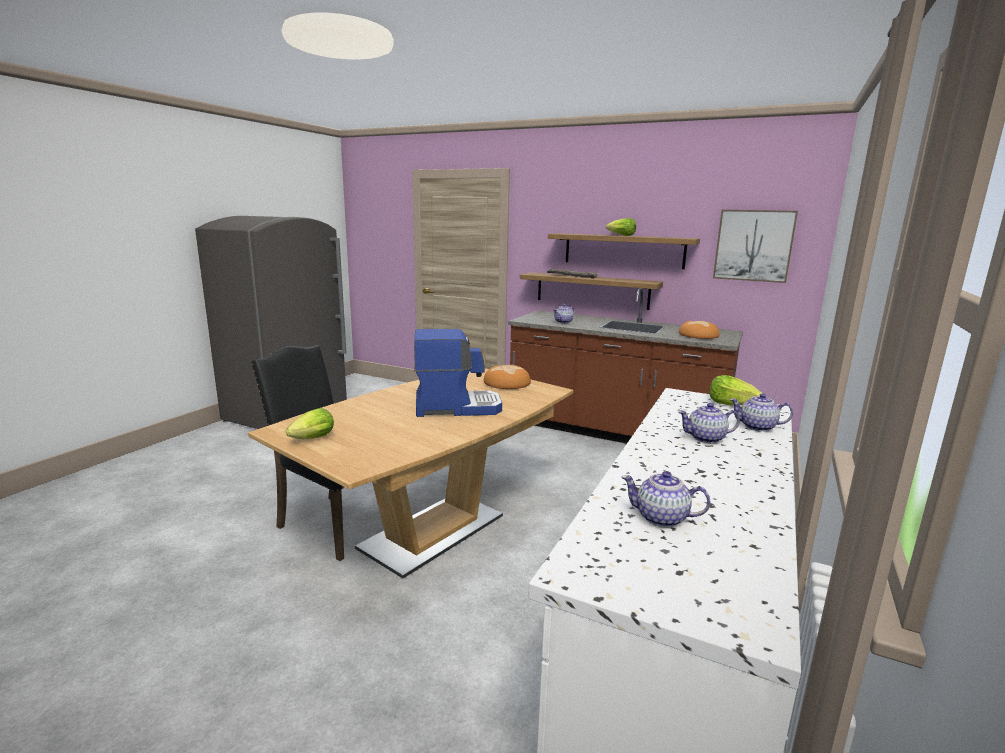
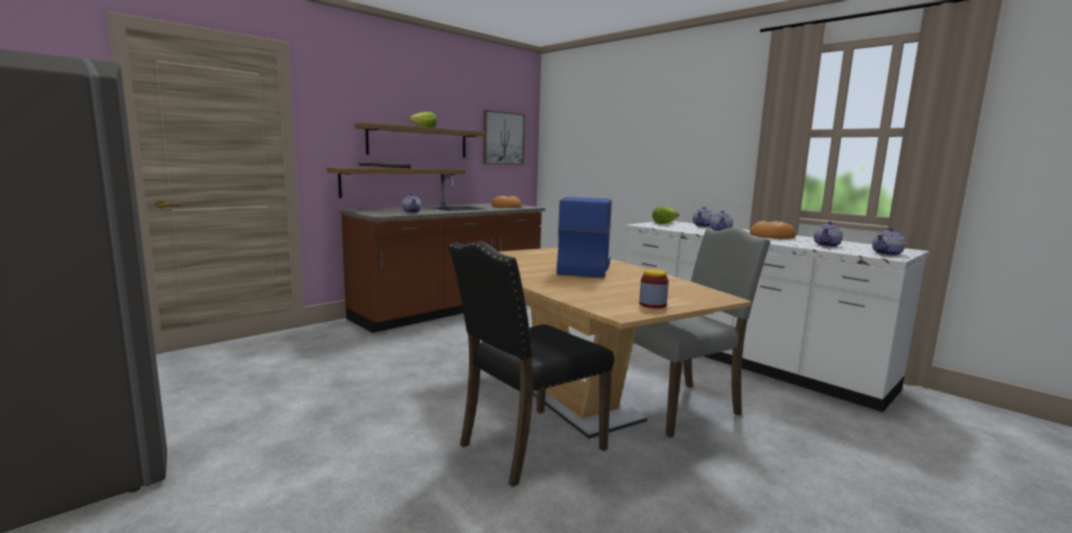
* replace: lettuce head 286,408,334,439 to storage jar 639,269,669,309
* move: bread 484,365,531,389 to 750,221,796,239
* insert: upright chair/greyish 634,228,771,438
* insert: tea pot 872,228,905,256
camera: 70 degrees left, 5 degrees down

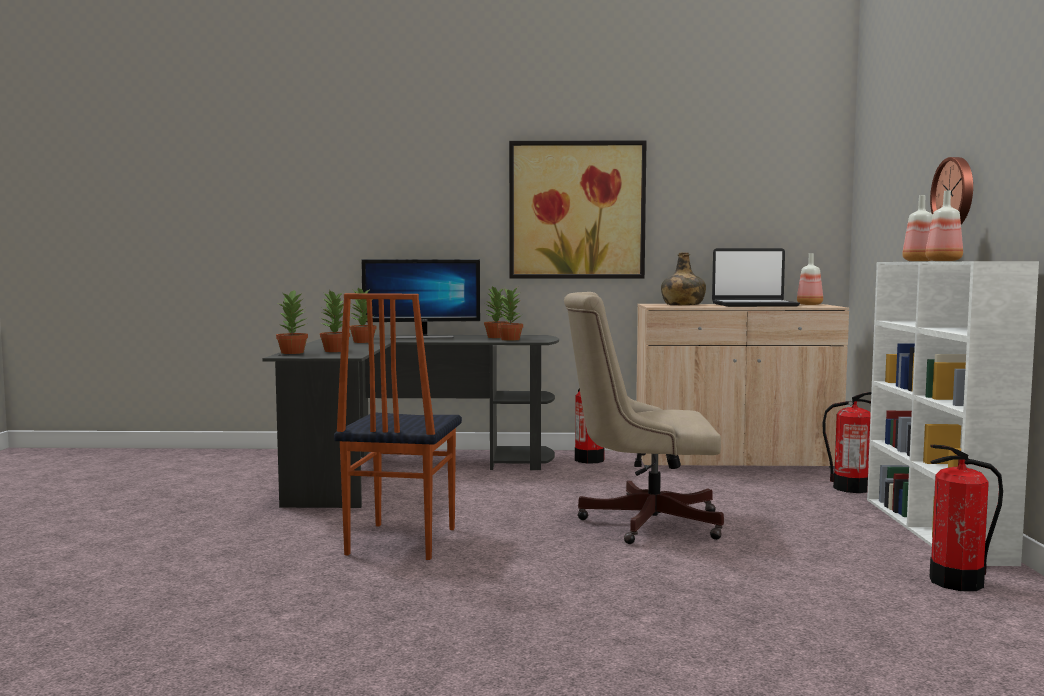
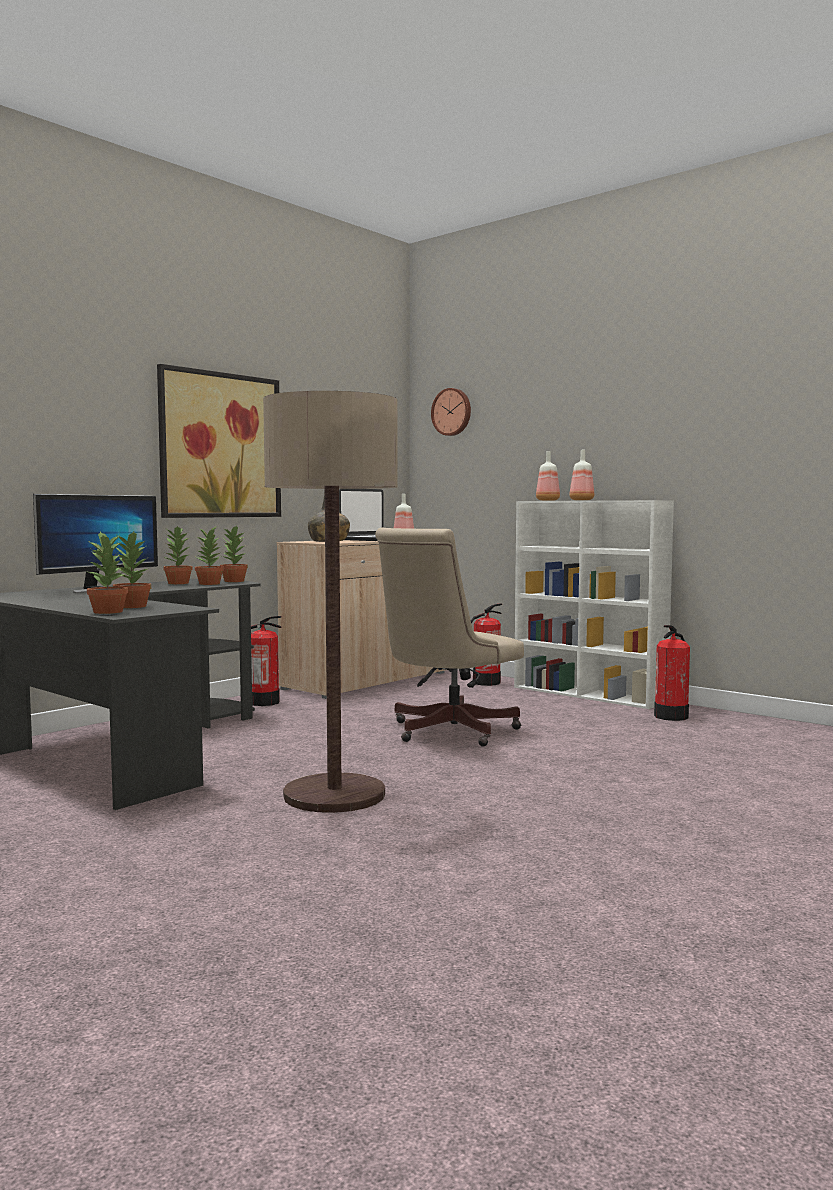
* replace: upright chair 334,293,462,560 to floor lamp 263,391,398,813
* move: houseplant 350,287,376,343 to 220,525,248,582
* move: clock on the wall 930,157,973,224 to 431,388,471,436
camera: 50 degrees left, 0 degrees up

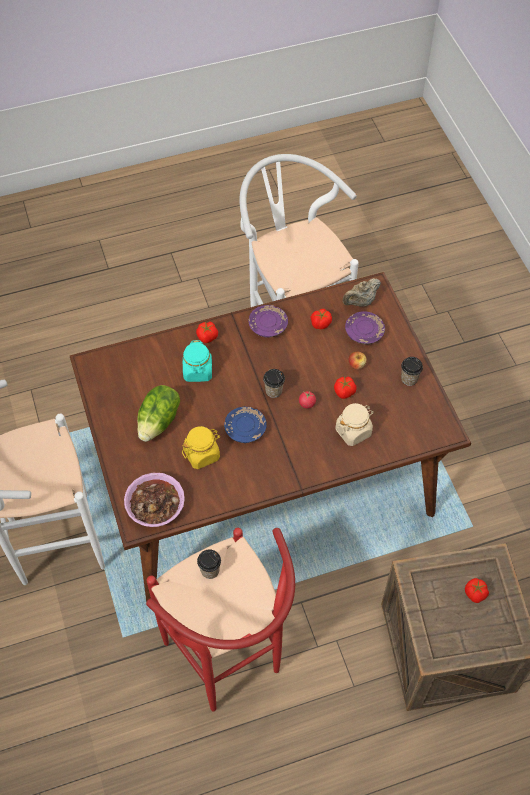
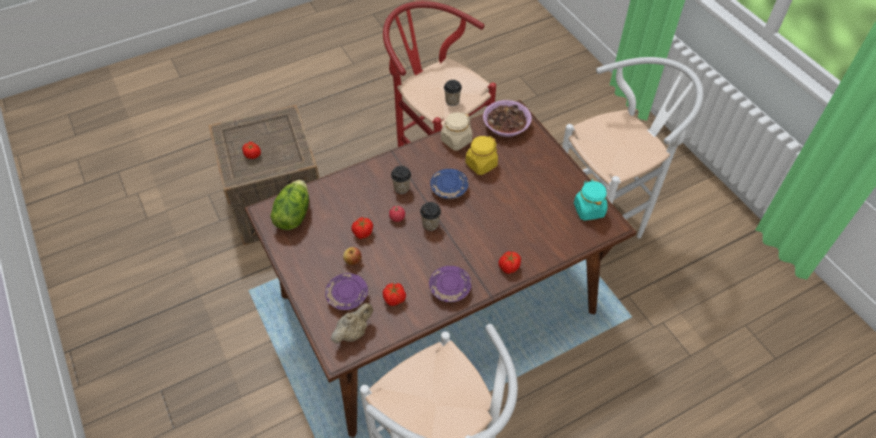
* move: lettuce head 137,385,180,442 to 270,180,309,230
* move: storage jar/turquoise 183,340,212,382 to 574,180,608,221
* move: storage jar/sand-coloured 335,403,374,446 to 441,112,472,151
* move: drinking cup 401,357,423,386 to 391,166,411,194
camera: 170 degrees right, 5 degrees down

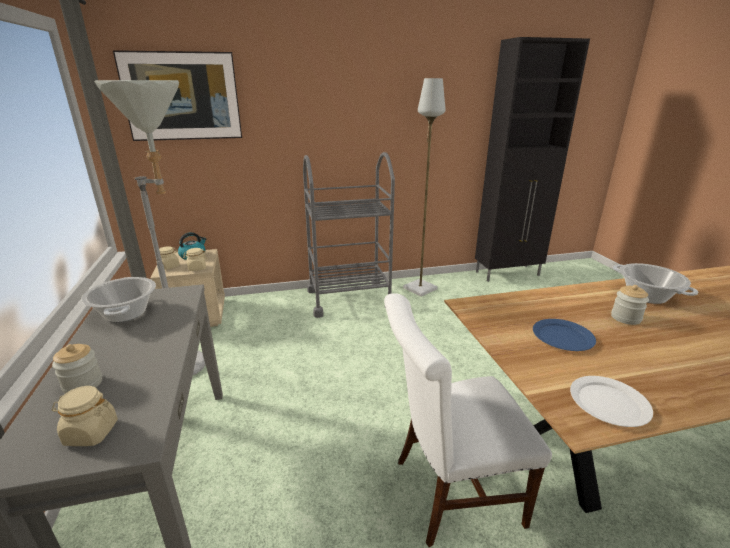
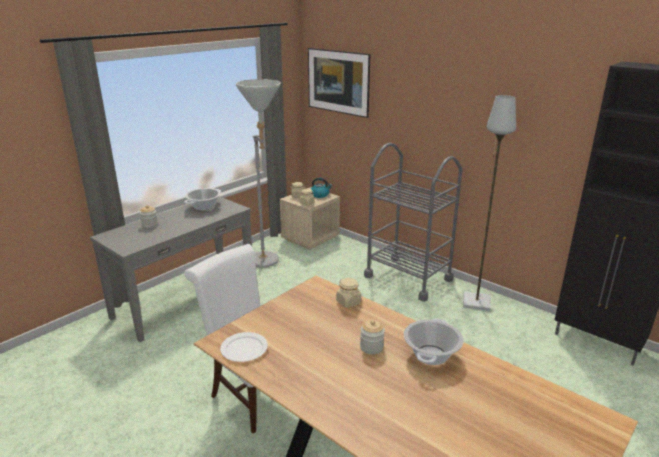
* move: storage jar/sand-coloured 52,386,118,446 to 336,278,361,308
* delete: flat dish/bluish 533,319,596,351
camera: 55 degrees right, 0 degrees up

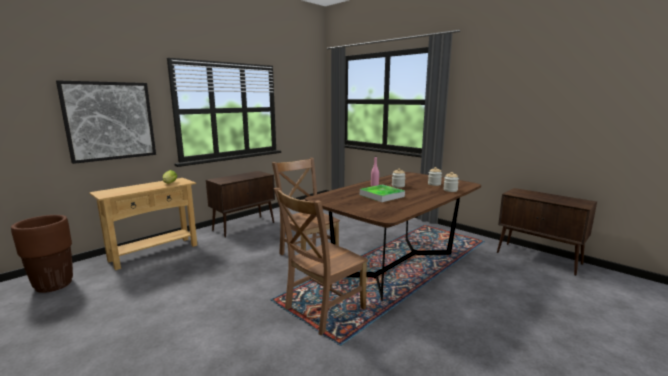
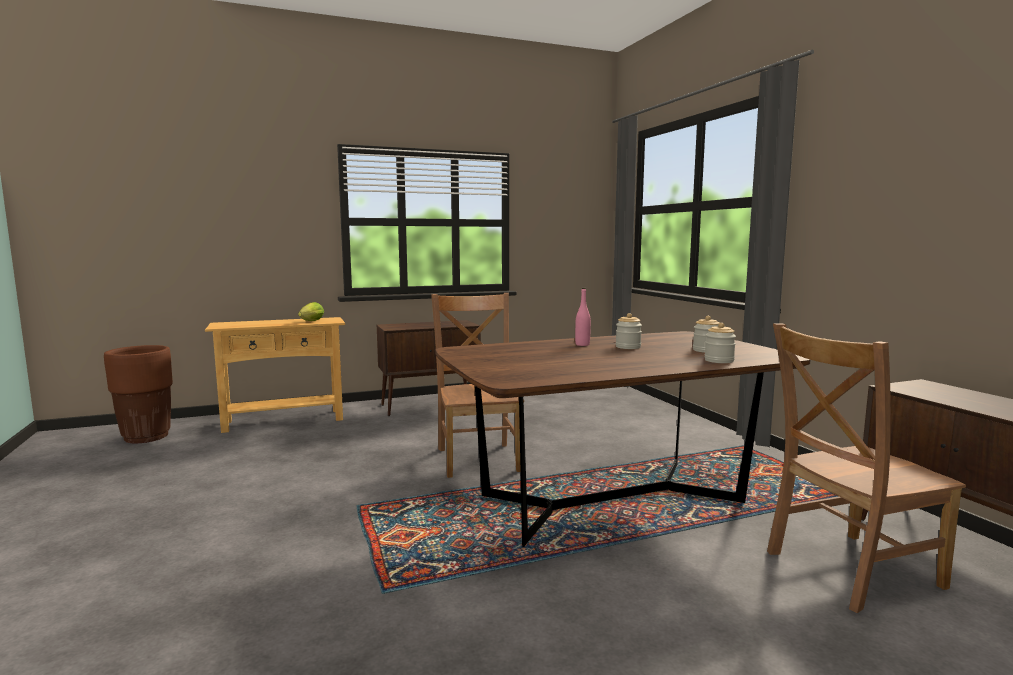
* delete: picture 56,80,156,164
* move: upright chair/brownish 274,188,368,336 to 767,323,966,613
* delete: serving tray 360,184,405,202
camera: 25 degrees right, 5 degrees down

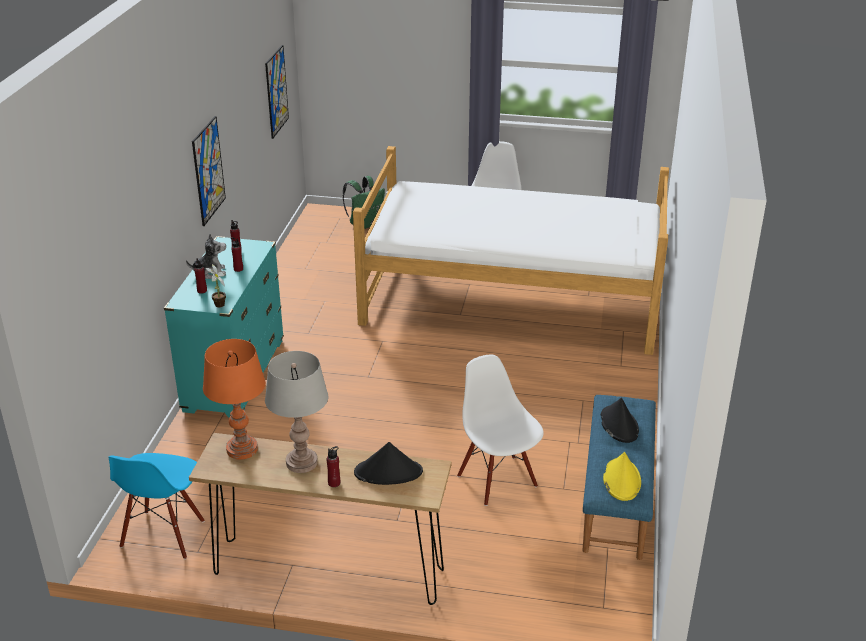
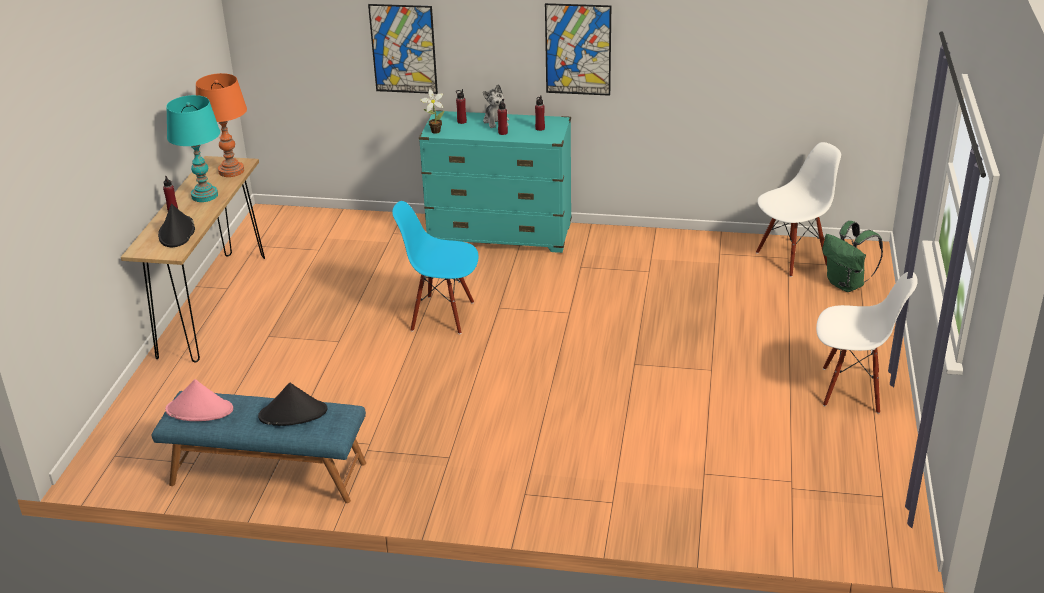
* move: upright chair/bluish 108,453,205,559 to 392,201,478,334
* move: picture 265,45,289,139 to 368,4,438,94
* recolor: lamp for a table/greyish 265,351,328,473 to lamp for a table/turquoise 166,95,220,202
* delete: bed 353,146,669,355
* move: upright chair/white-coloured 457,355,544,506 to 756,142,841,277
* recolor: clothing hat/yellow 603,452,641,501 to clothing hat/pinkish 165,379,233,421
camera: 90 degrees right, 0 degrees up

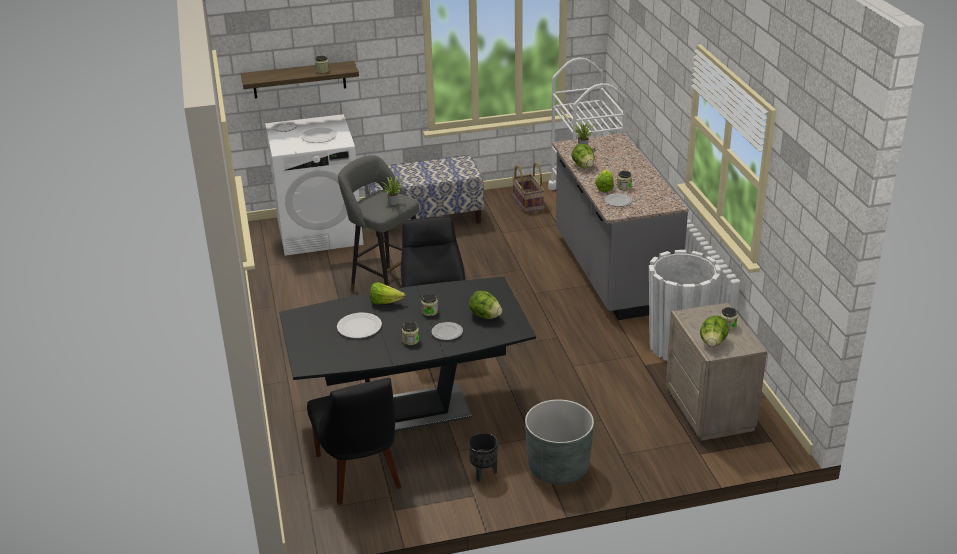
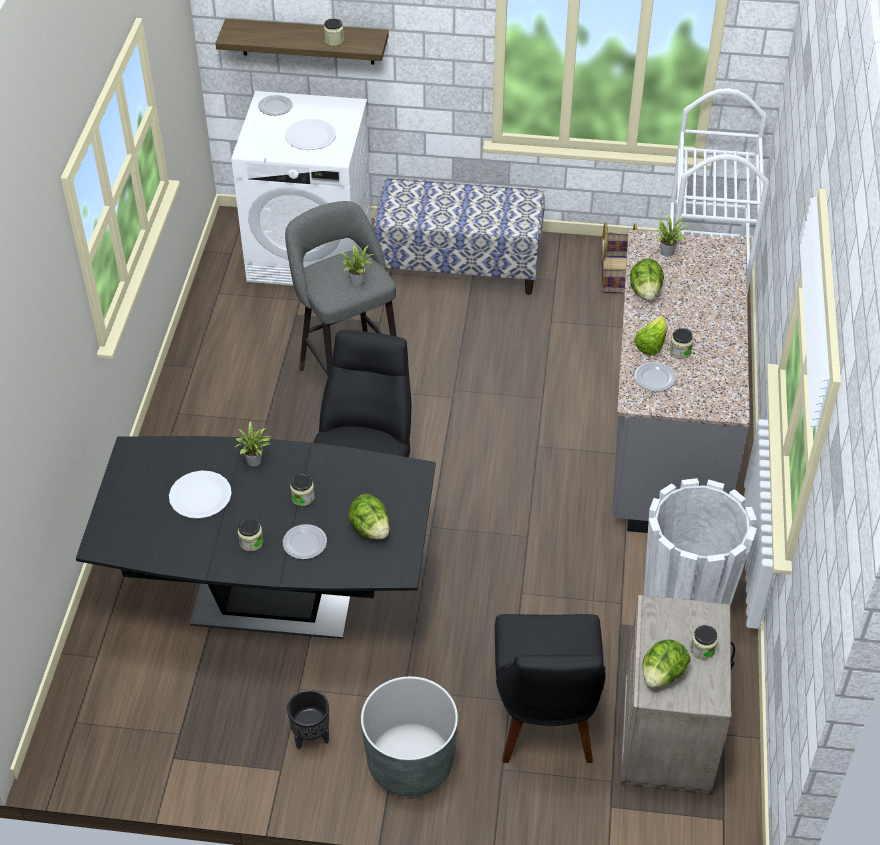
* move: upright chair/black-coloured 307,378,402,505 to 495,614,606,763
* replace: lettuce head 370,282,406,304 to houseplant 235,421,270,467
camera: 20 degrees right, 15 degrees up

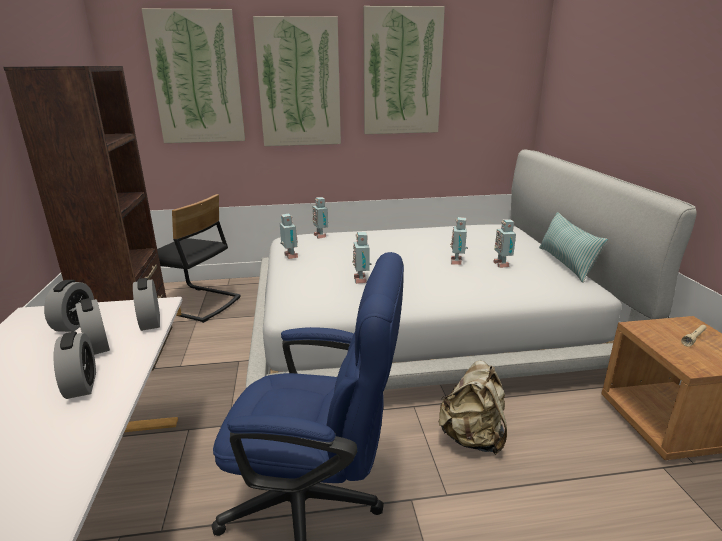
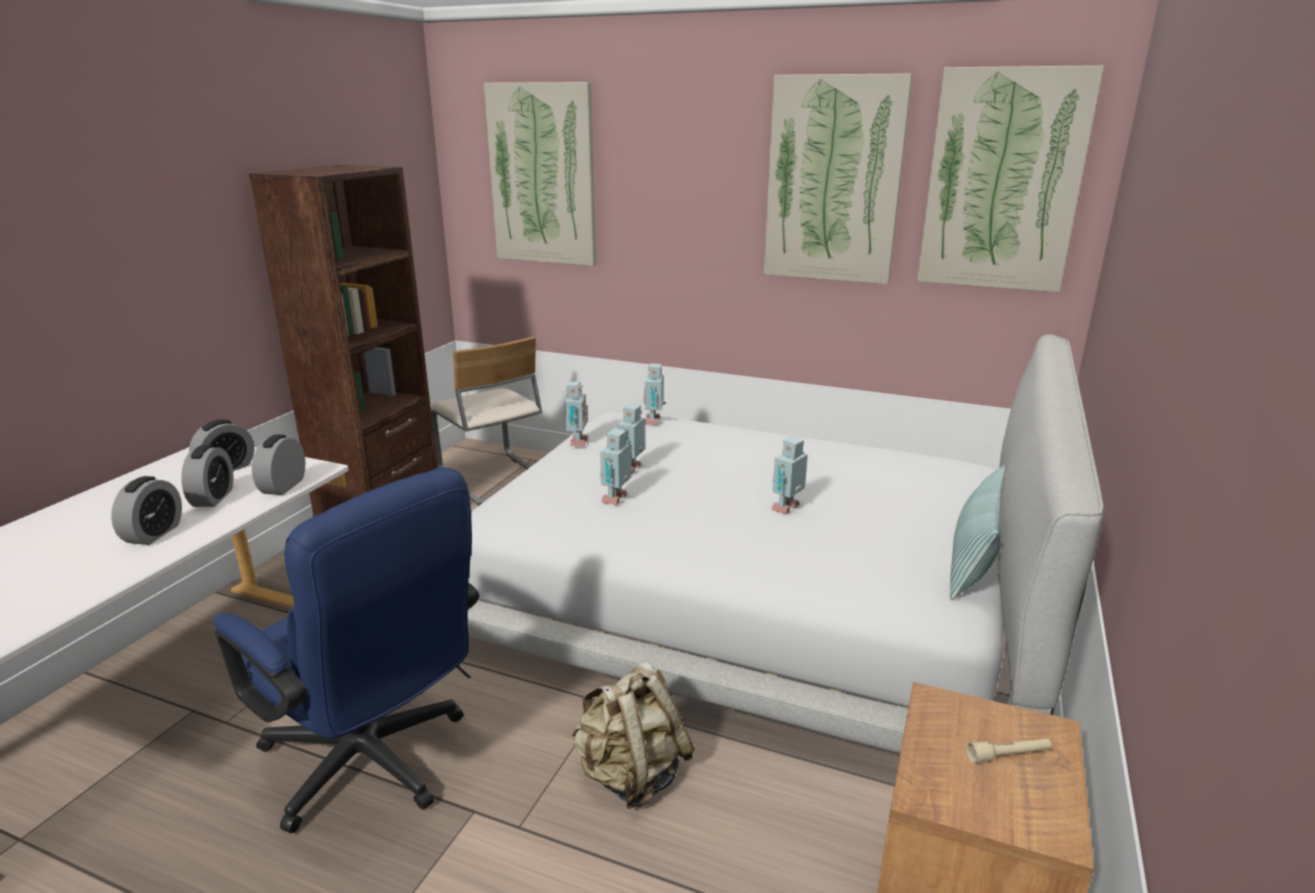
* recolor: upright chair/black-coloured 157,194,241,323 to upright chair/sand-coloured 431,337,542,506
* move: picture 253,16,341,146 to 917,65,1104,292
* move: robot figure 493,219,516,268 to 617,403,645,475
camera: 30 degrees right, 0 degrees up

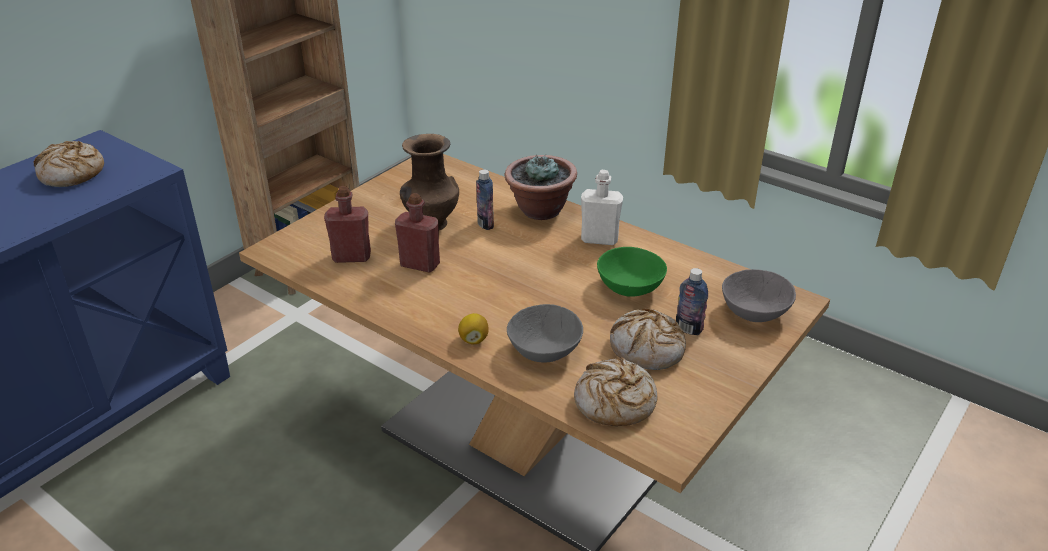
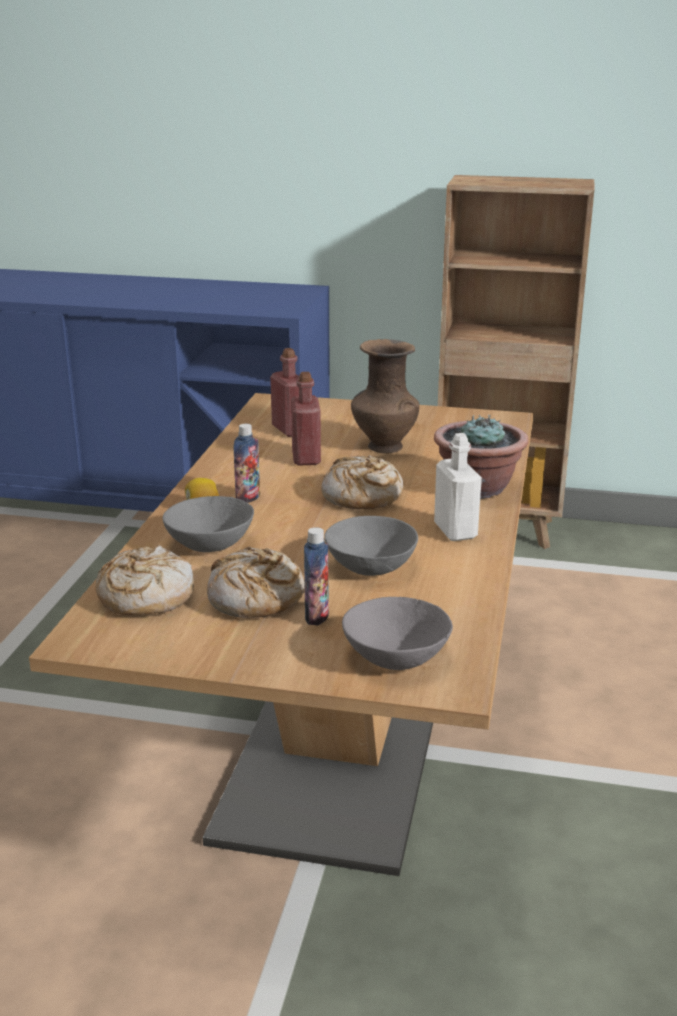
* move: bread 34,141,104,187 to 321,455,404,509
* move: beverage bottle 476,169,494,230 to 234,424,260,503
* recolor: bowl/green-coloured 597,247,667,297 to bowl/greyish 324,516,418,576
camera: 65 degrees right, 10 degrees down

